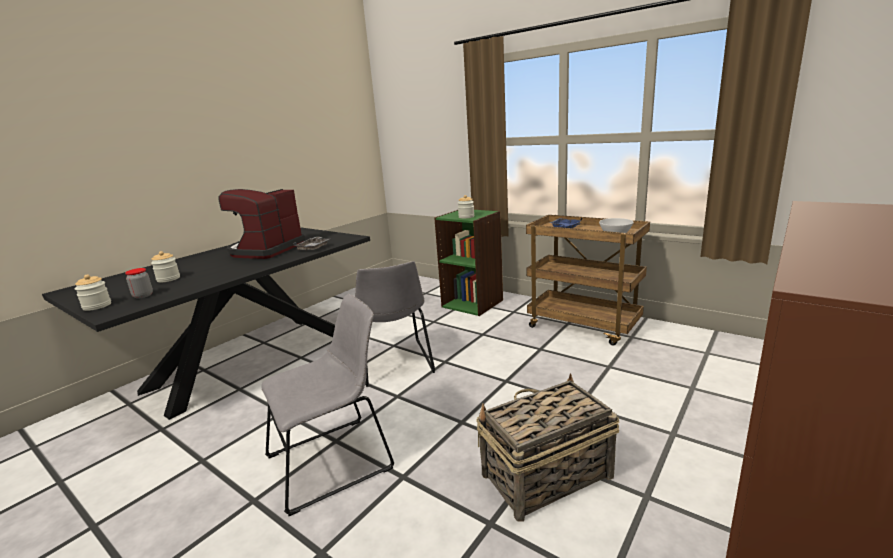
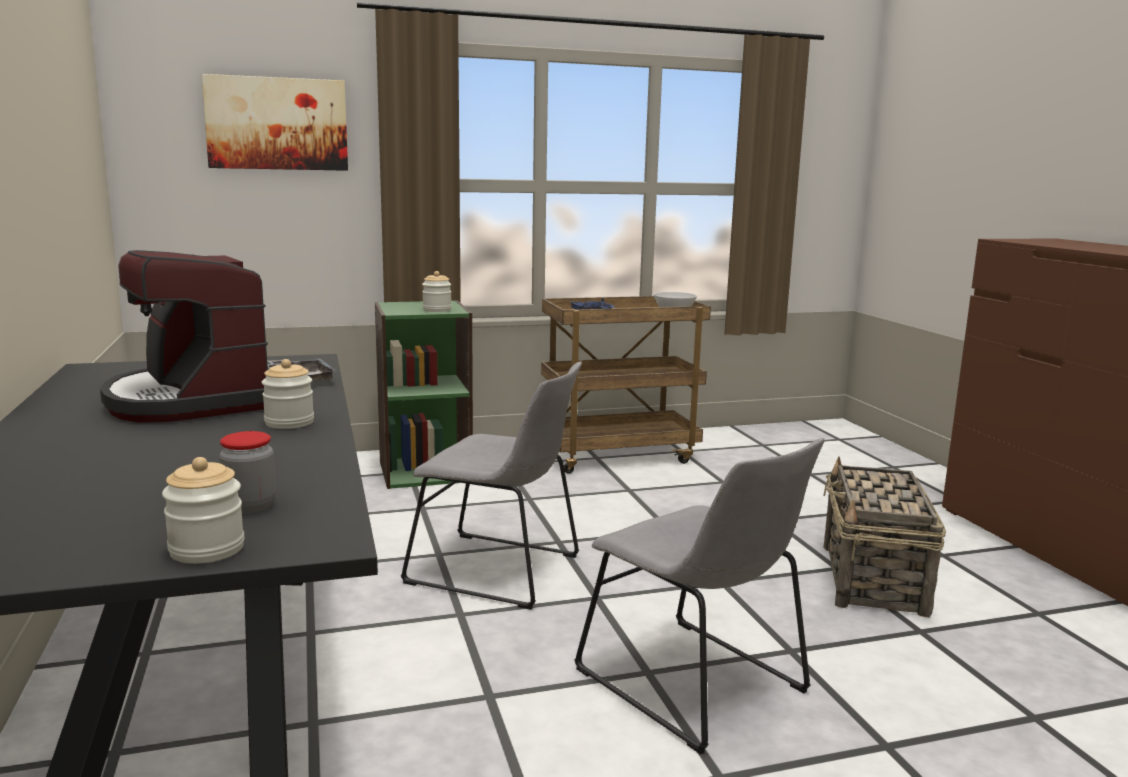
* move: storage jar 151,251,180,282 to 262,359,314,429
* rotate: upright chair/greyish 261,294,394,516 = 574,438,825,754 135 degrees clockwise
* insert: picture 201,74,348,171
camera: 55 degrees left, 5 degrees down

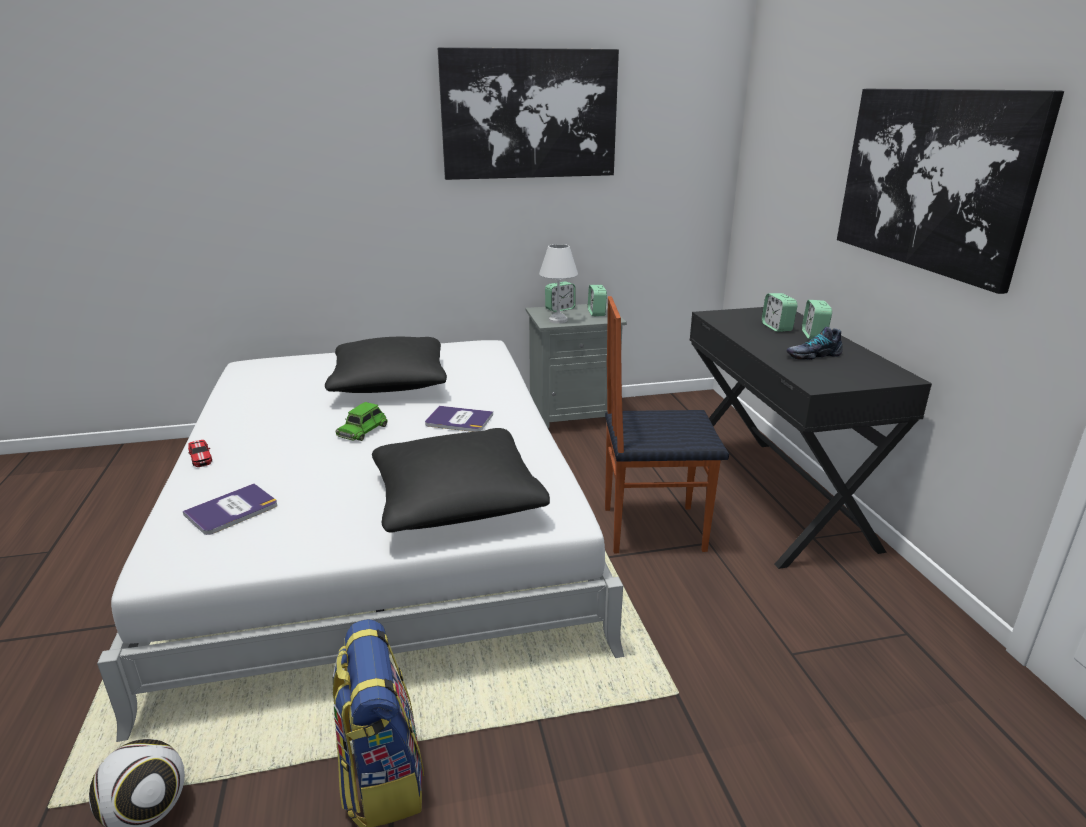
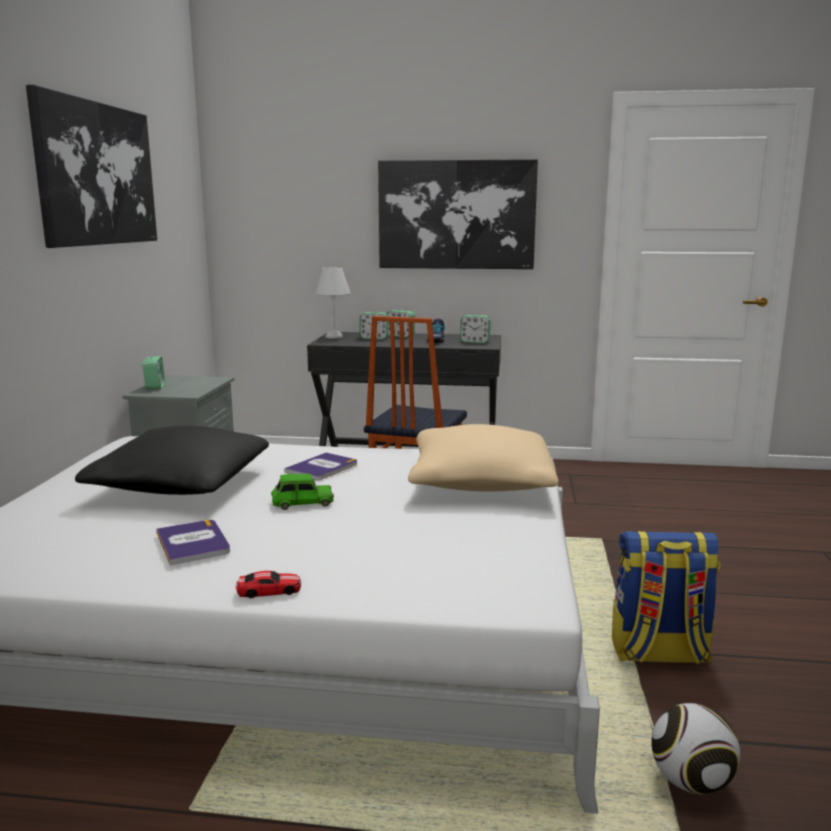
* move: bound book 183,483,277,535 to 156,520,230,565
* rotate: toy car/green-coloured 336,402,388,441 = 271,474,334,510 60 degrees counterclockwise
* recolor: pillow/black-coloured 372,428,550,533 to pillow/sand-coloured 408,424,558,491
* move: lamp for a table/white-coloured 539,244,578,323 to 315,267,351,339
* move: table clock 588,285,607,316 to 460,315,490,343
camera: 70 degrees left, 10 degrees down

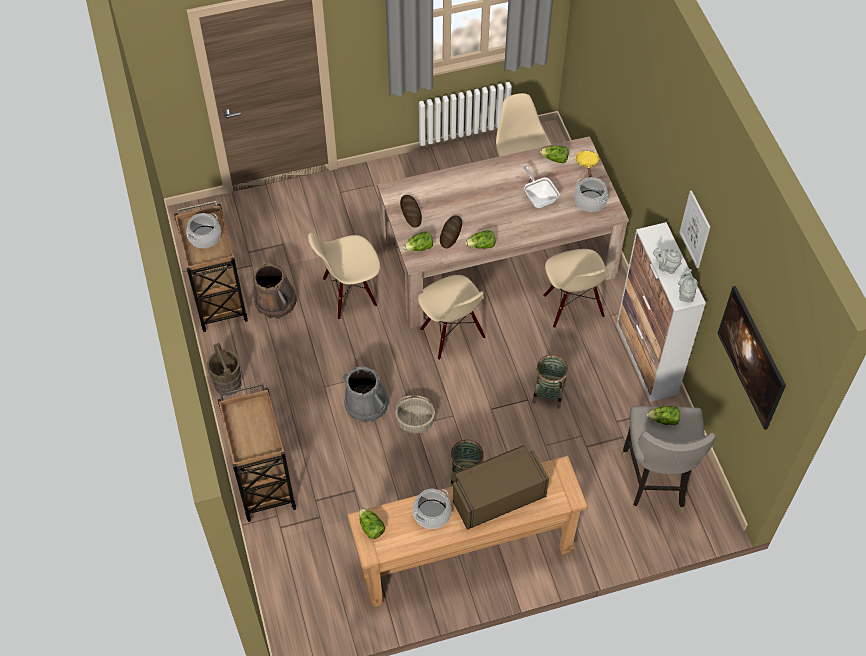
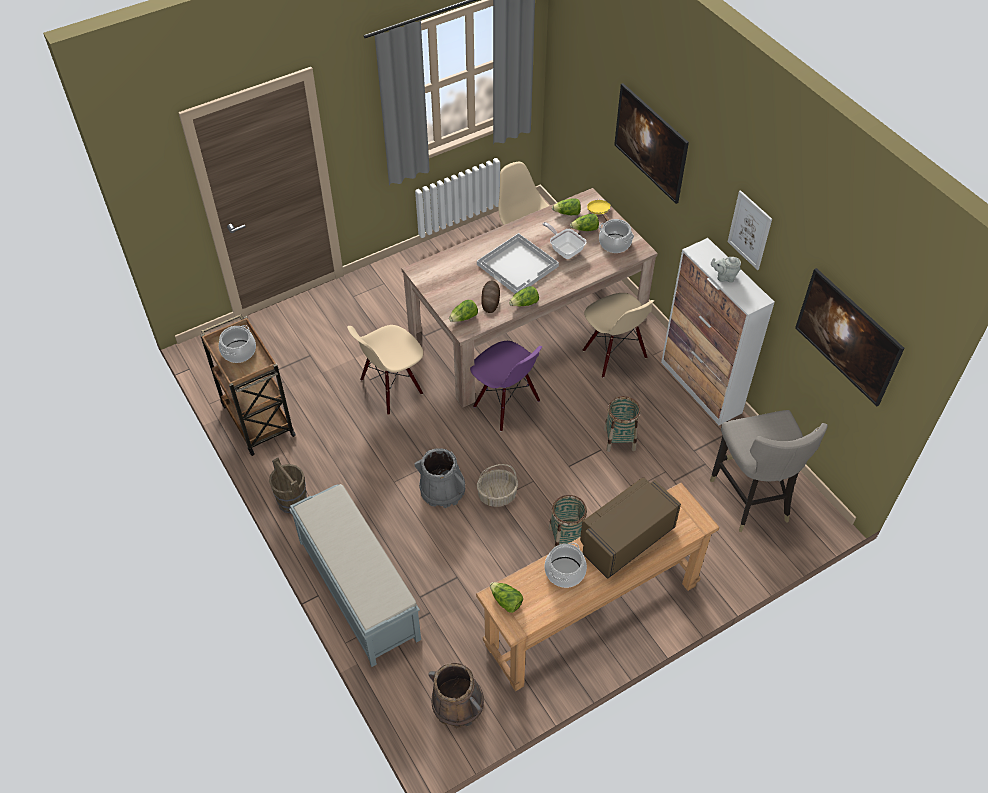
* replace: wheeled cart/brownish 218,383,296,522 to indoor bench/greyish 289,484,421,667
* move: water bucket/brownish 253,264,297,319 to 428,663,484,728
* delete: bread 400,195,422,227
* recolor: upright chair/sand-coloured 418,275,485,360 to upright chair/purple 470,341,543,431
* move: lettuce head 647,406,680,425 to 570,214,599,231
* delete: tea pot/greyish 678,269,698,303
* insert: serving tray/white-coloured 477,233,559,294
* insert: picture 614,83,689,204
camera: 15 degrees left, 5 degrees down

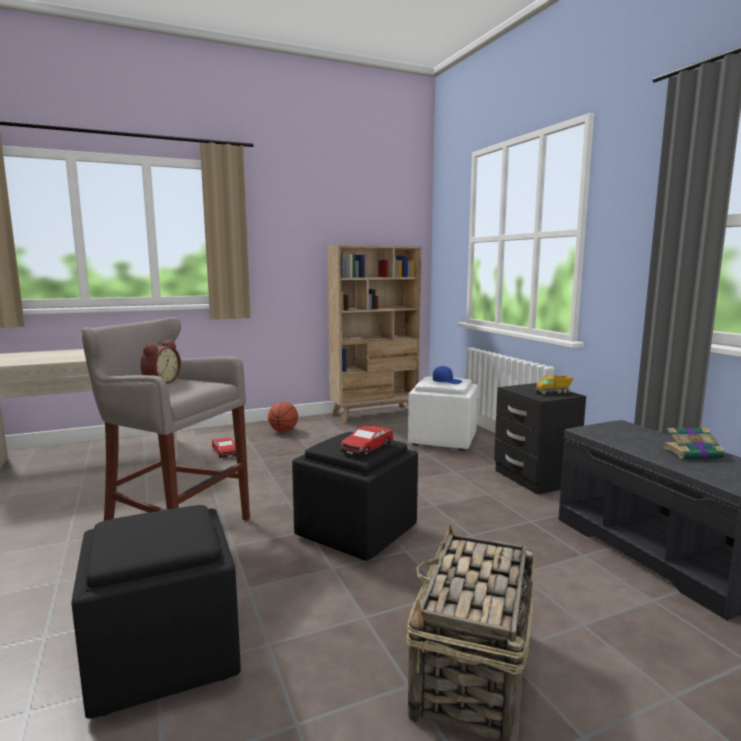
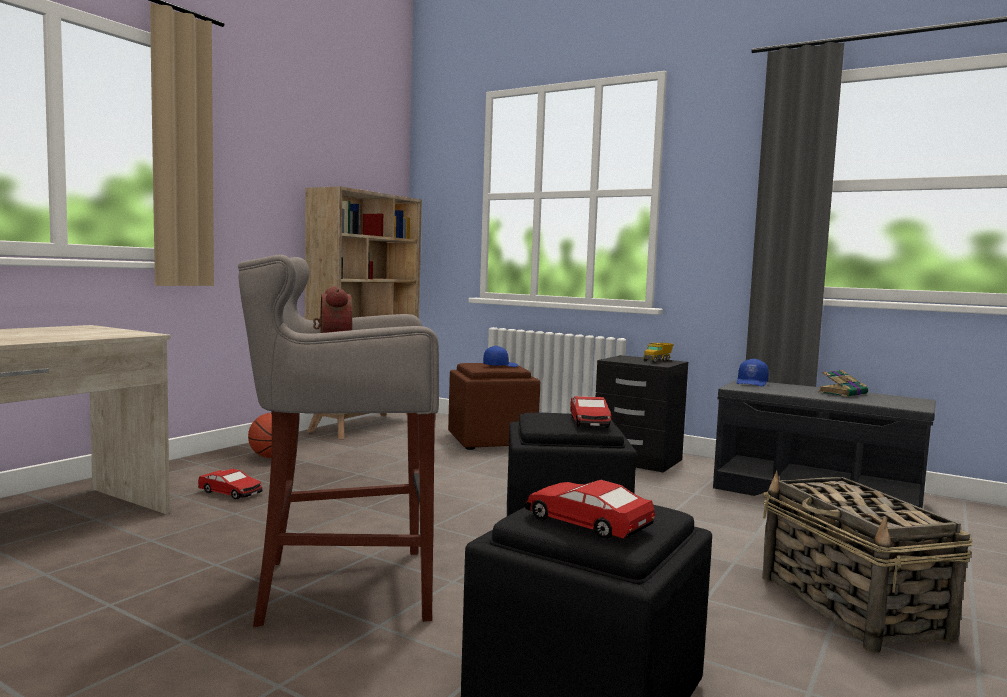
* recolor: footrest/white-coloured 408,376,478,450 to footrest/brownish 448,363,540,450
* insert: toy car 525,480,655,539
* insert: peaked cap/bluish 736,359,769,386
camera: 35 degrees left, 5 degrees down

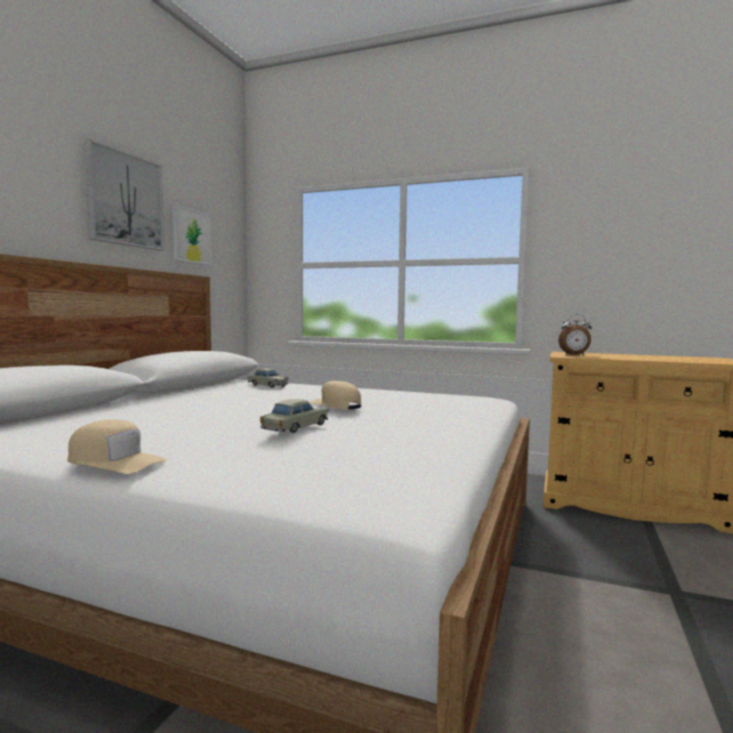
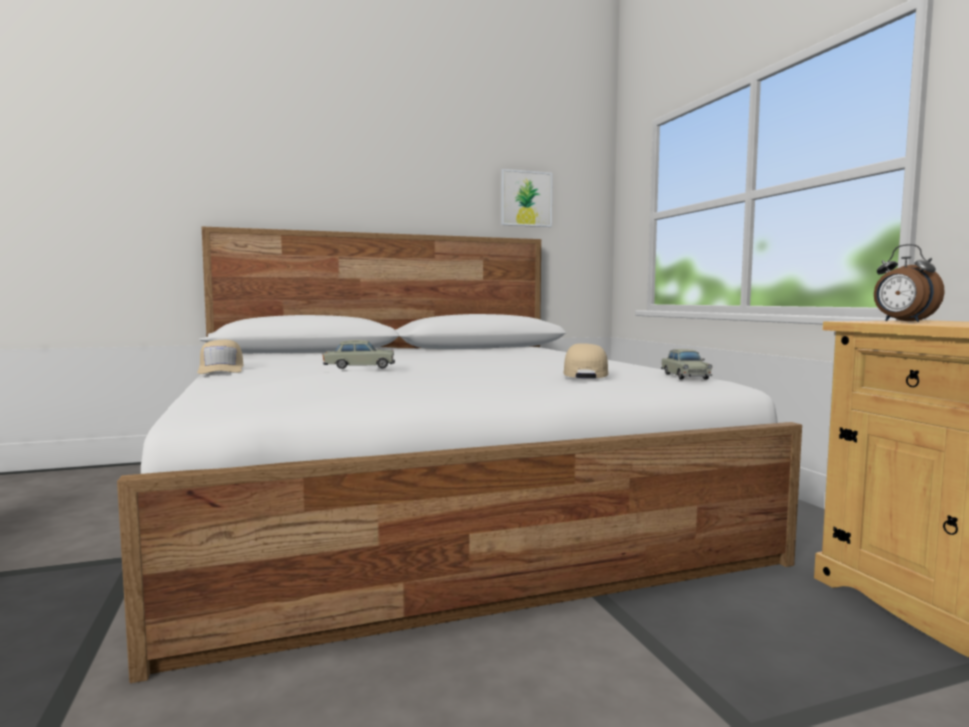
* delete: picture 85,139,164,251
* move: toy car/sand-coloured 248,369,289,388 to 661,349,713,380
* move: peaked cap/sand-coloured 309,381,362,409 to 563,343,608,378
camera: 50 degrees right, 0 degrees up

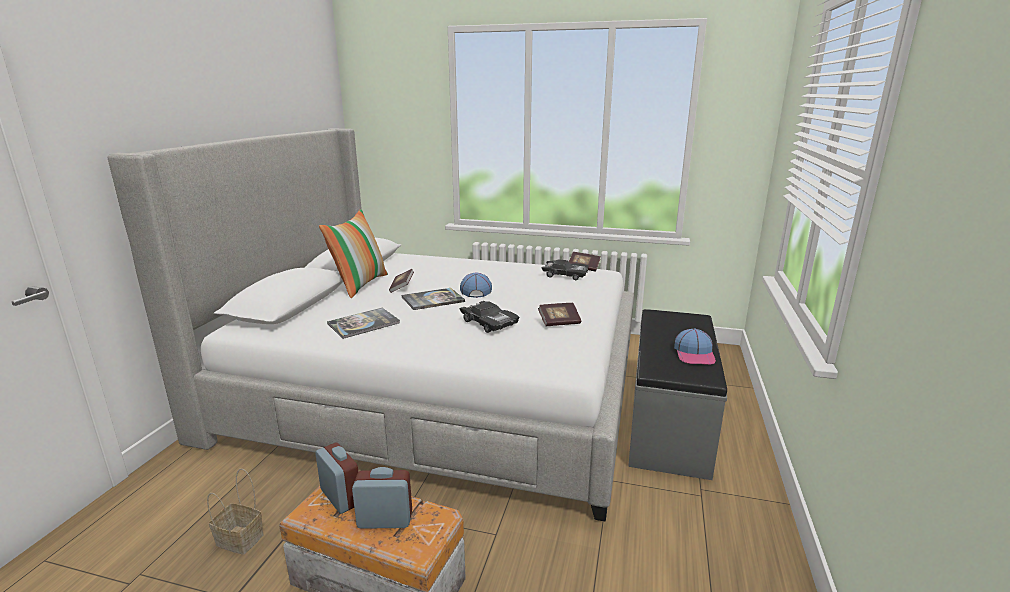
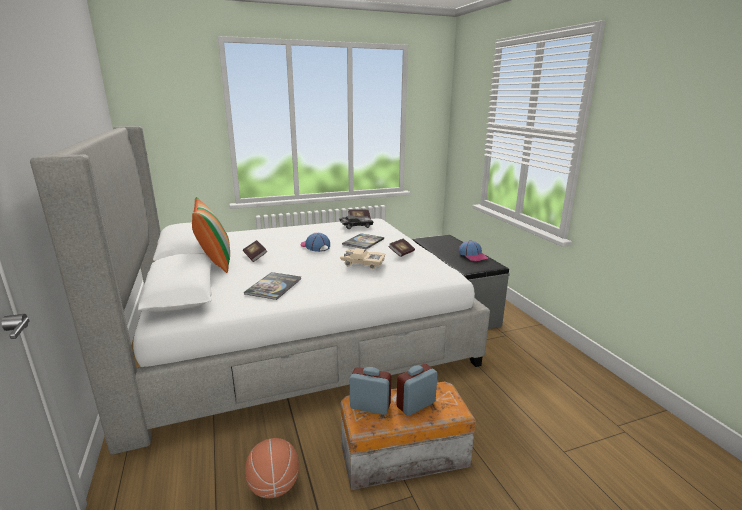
* replace: household basket 207,469,264,555 to basketball ball 245,438,299,498
* move: bound book 402,288,465,310 to 342,233,384,249
* recolor: toy car/black-coloured 459,301,519,333 to toy car/sand-coloured 340,249,385,269
camera: 35 degrees left, 0 degrees up

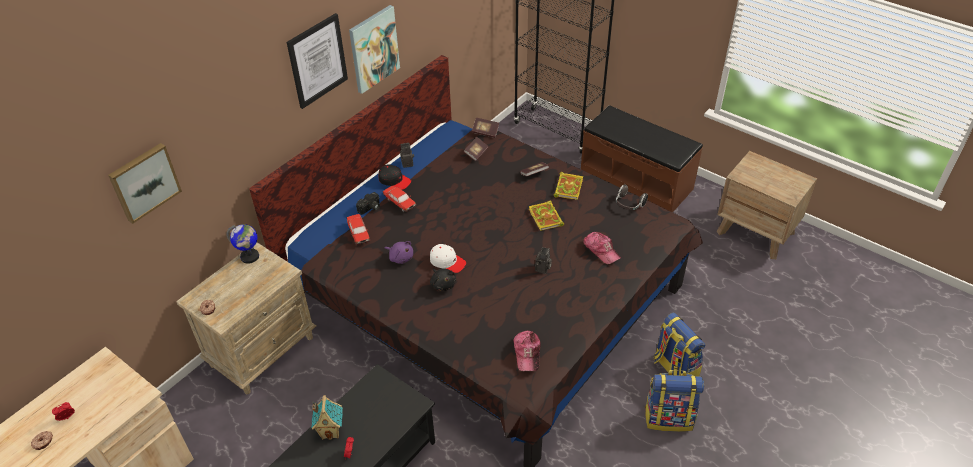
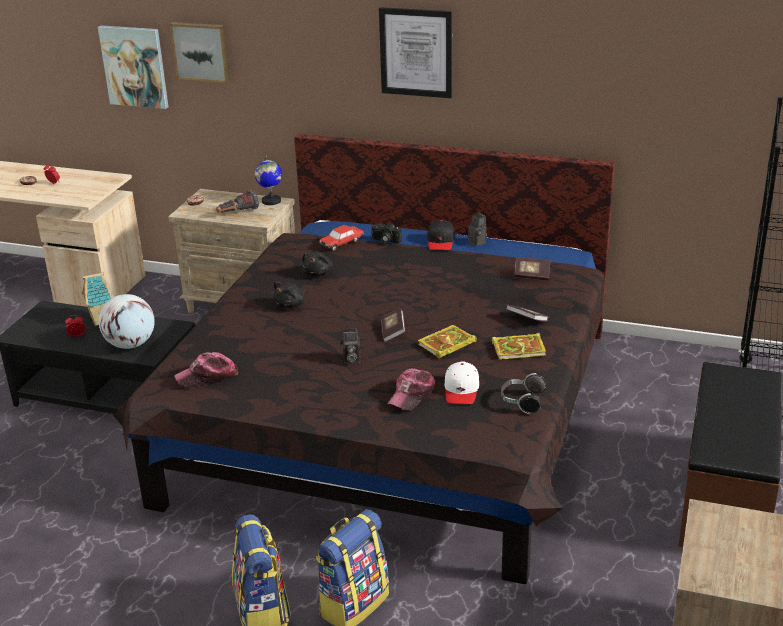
* move: picture 349,5,400,94 to 98,25,168,109
* delete: toy car 383,186,417,213
* recolor: plush toy/purple 385,241,413,264 to plush toy/black-coloured 302,251,333,276
* move: peaked cap/white-coloured 430,244,466,273 to 445,361,479,404
* move: bound book 472,118,499,138 to 380,308,406,342
* insert: world globe 99,294,155,349
* insert: flashlight 216,190,259,213
camera: 70 degrees right, 15 degrees down

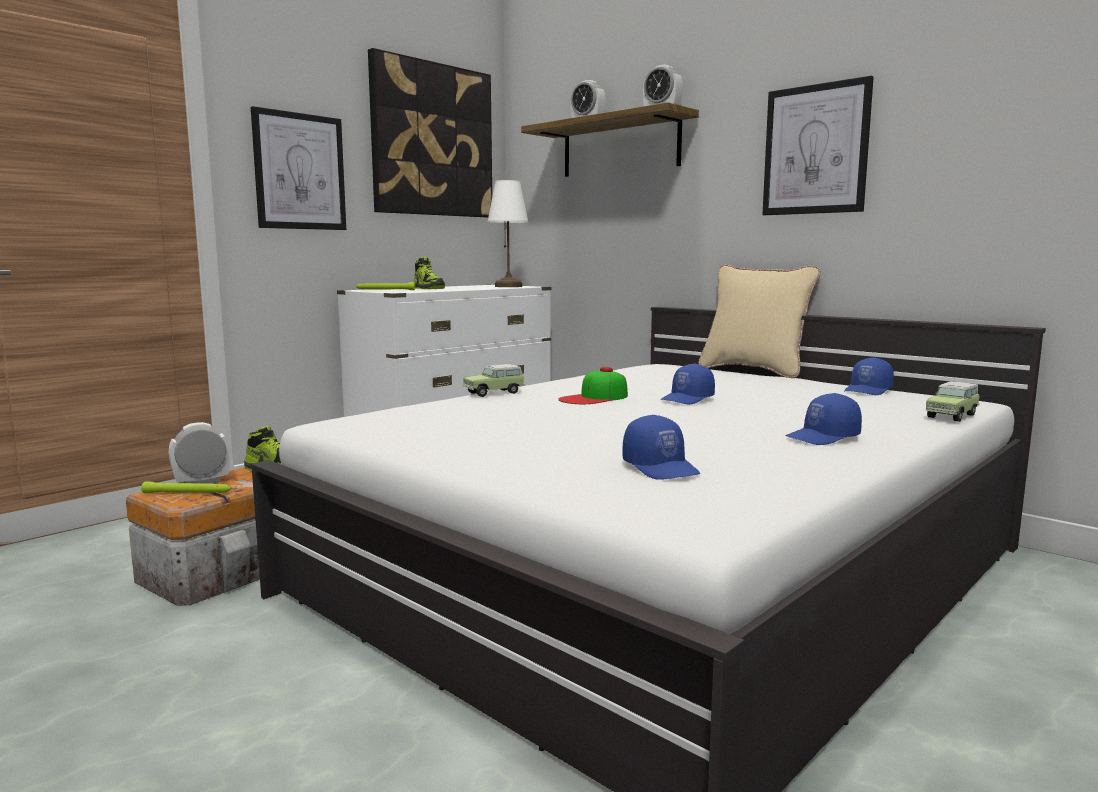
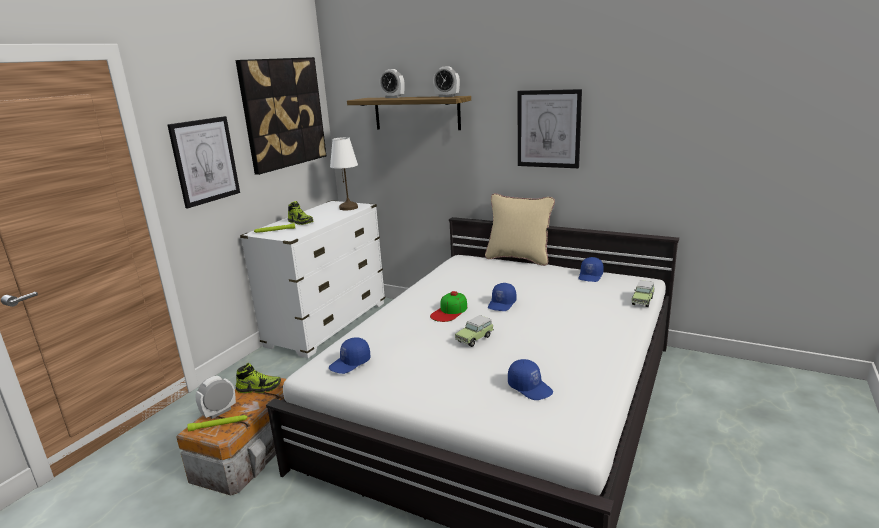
* move: toy car 463,364,525,397 to 455,315,494,347
* move: peaked cap/bluish 786,393,862,445 to 329,337,371,374
camera: 15 degrees left, 10 degrees up

